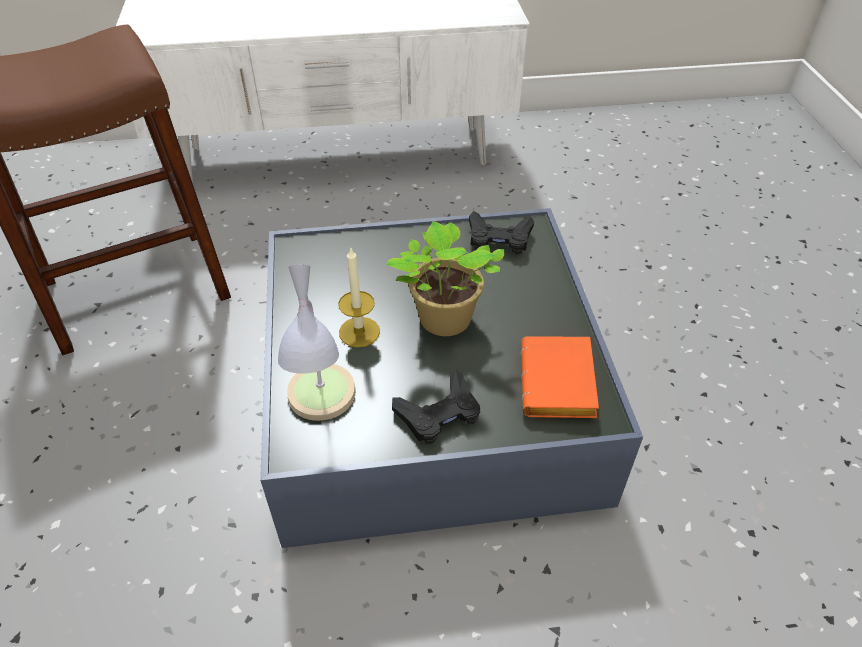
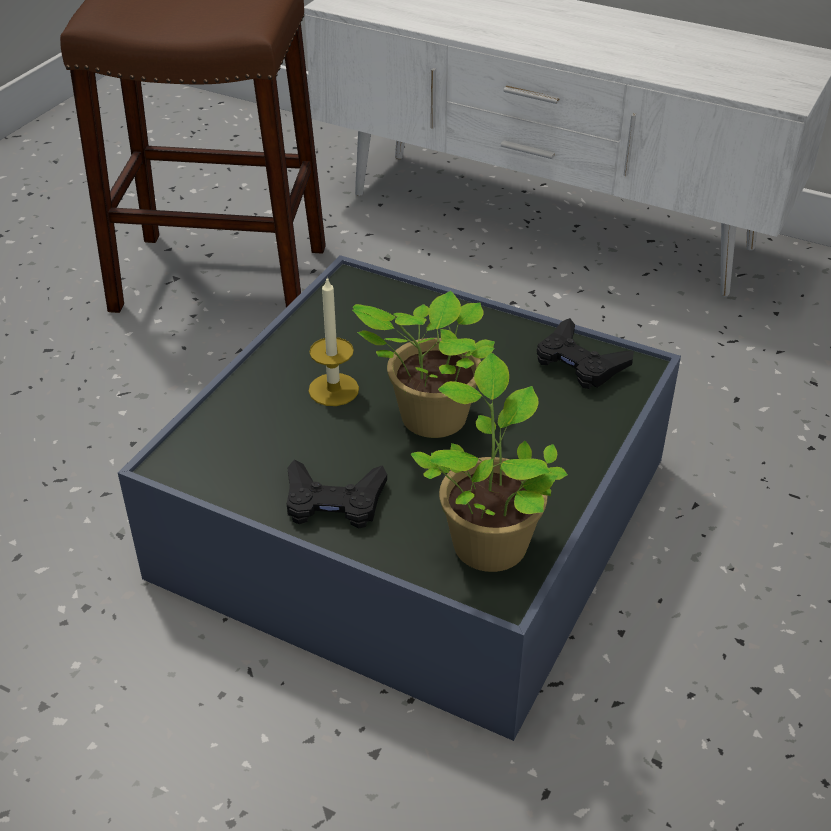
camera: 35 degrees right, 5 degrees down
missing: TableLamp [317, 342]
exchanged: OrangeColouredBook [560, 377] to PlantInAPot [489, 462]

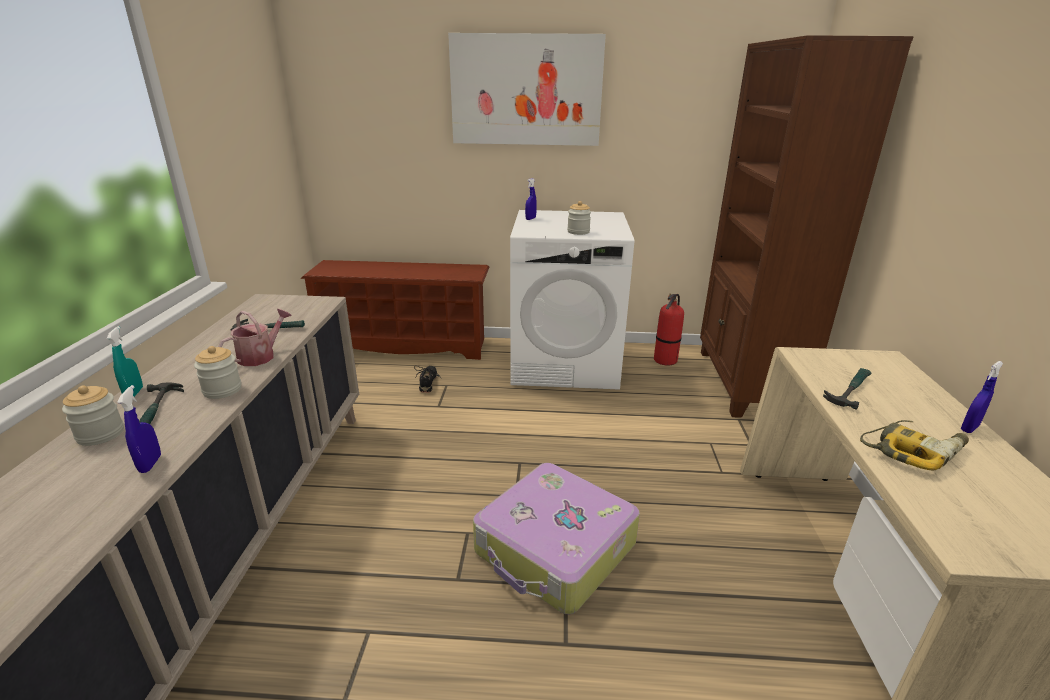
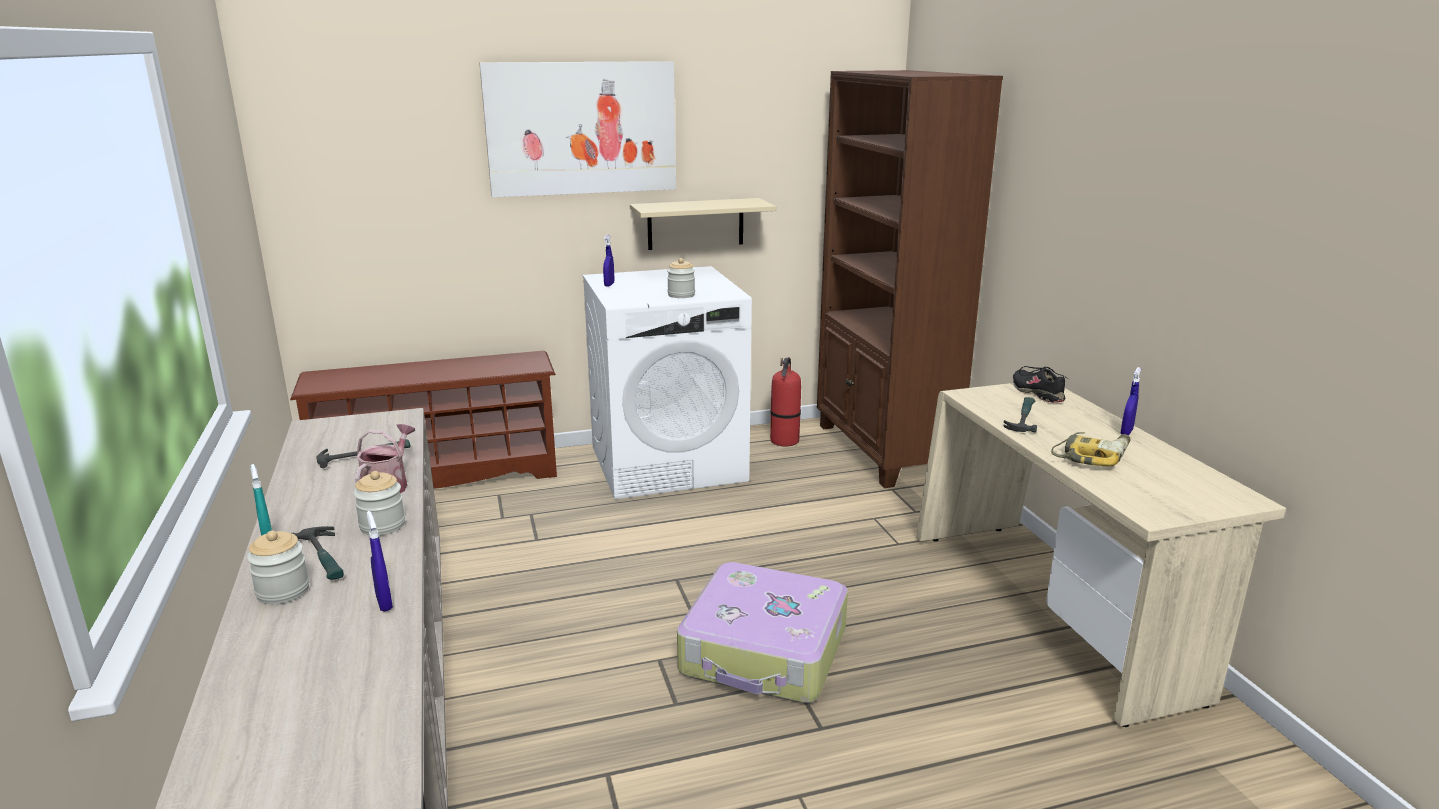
camera: 20 degrees left, 5 degrees down
appeared: BeigeWallShelf [703, 224]
relocated: BlackItemOfFootwear [427, 379] to [1040, 384]

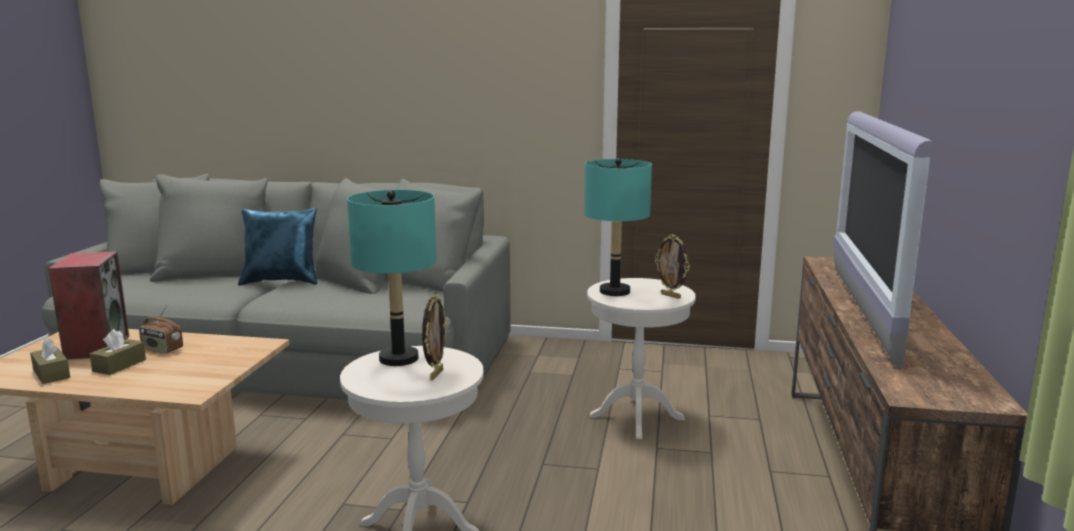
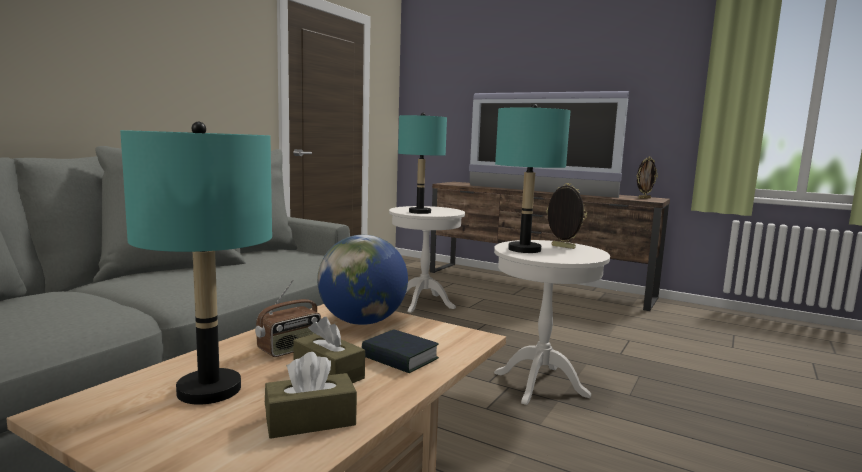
camera: 70 degrees left, 5 degrees down
missing: BluishCushion [277, 247]
appeared: WorldGlobe [362, 280]; Book [400, 351]
relocated: PictureFrame [672, 266] to [647, 177]
exchanged: Loudspeaker [88, 305] to BlueGreenTableLamp [196, 263]

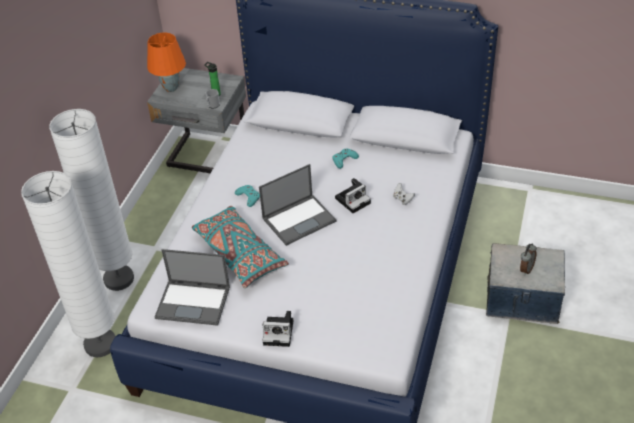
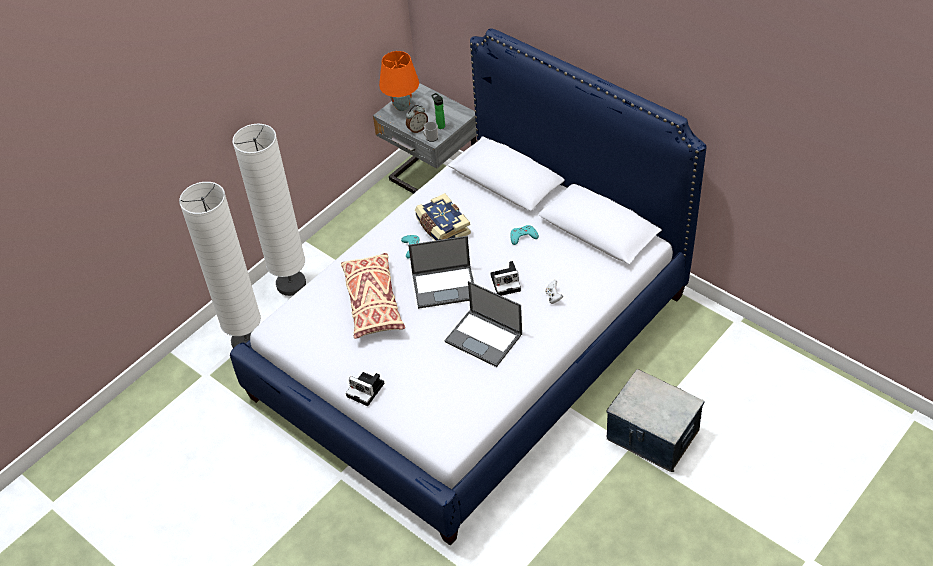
camera: 25 degrees right, 5 degrees up
appeared: Book [443, 217]
relocated: PortableComputer [192, 287] to [483, 324]; AlarmClock [528, 259] to [417, 119]
colour: BlueGreenCushion [240, 247] to BeigeCushion [373, 296]

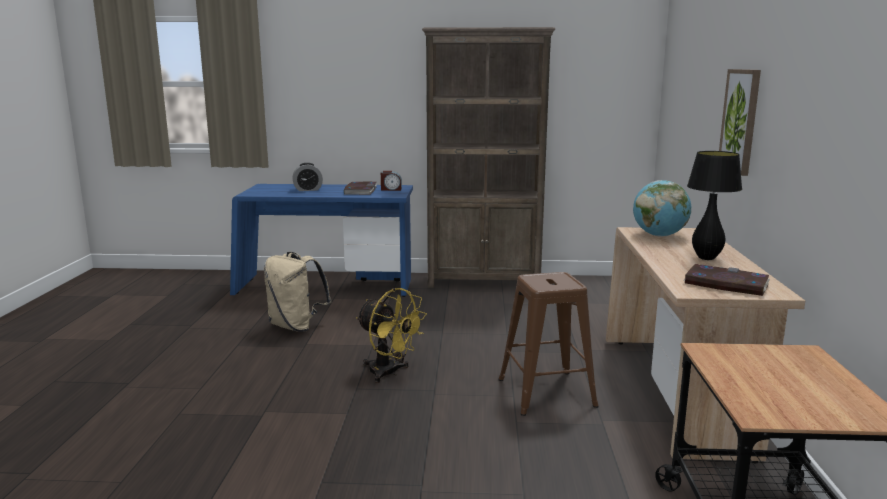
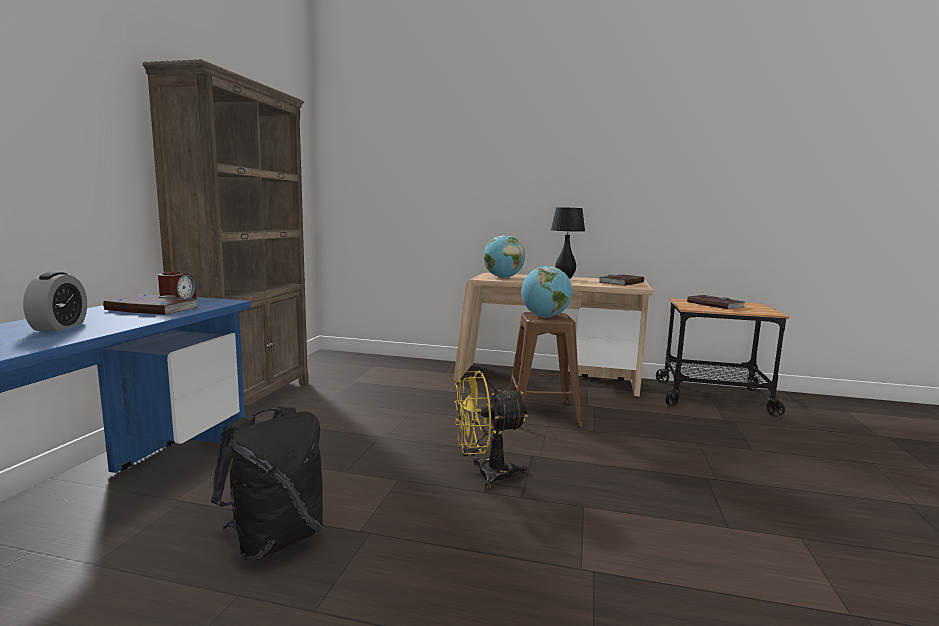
camera: 80 degrees left, 5 degrees down
missing: WallPicture [740, 122]
appeared: WorldGlobe [547, 292]; Book [716, 302]
colour: BeigeKnapsack [297, 292] to BlackKnapsack [267, 484]
spun: YellowCoolingFan [391, 335] = [491, 430] 150 degrees counterclockwise

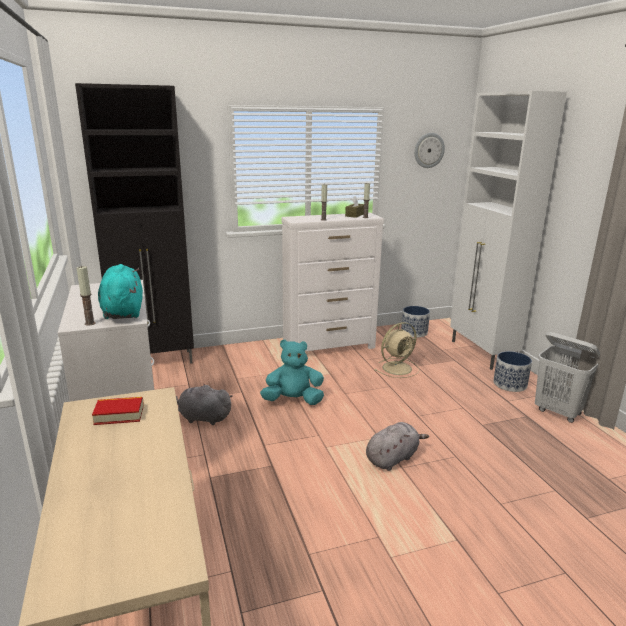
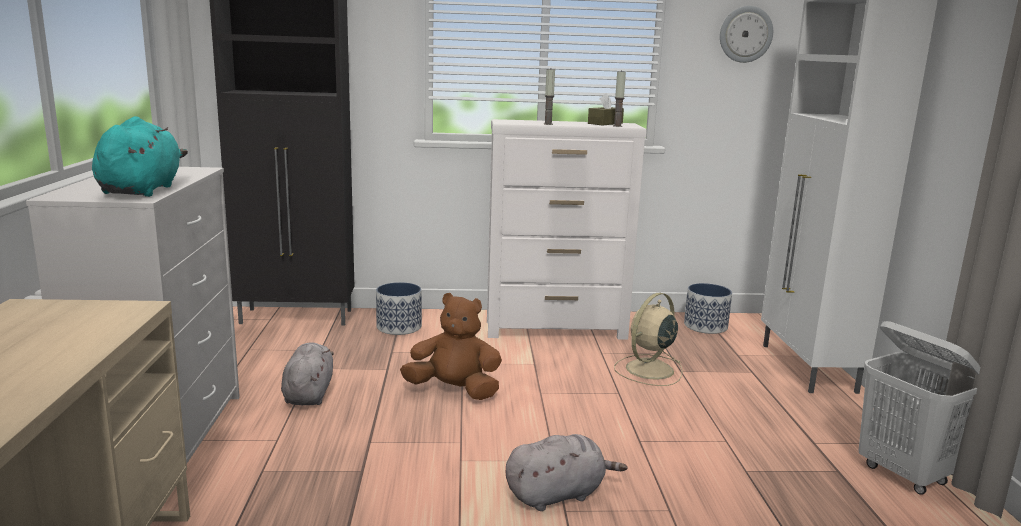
camera: 15 degrees right, 5 degrees down
missing: WaxCandle [86, 296]; Book [118, 411]
relocated: Planter [512, 371] to [399, 308]
colour: BlueGreenPlushToy [292, 372] to BrownColouredPlushToy [451, 346]
spun: GreyPlushToy [204, 404] = [307, 373] 60 degrees clockwise; BeigeCoolingFan [397, 350] = [648, 339] 150 degrees clockwise

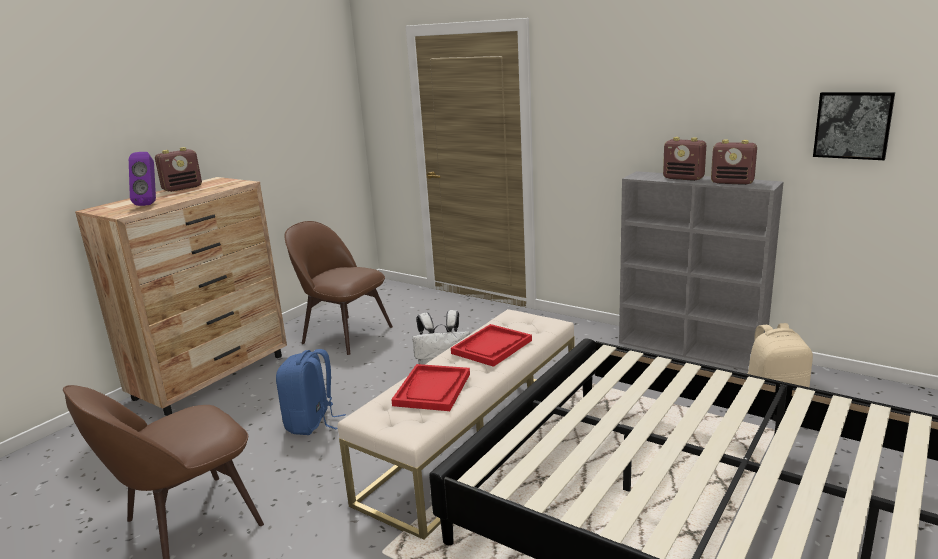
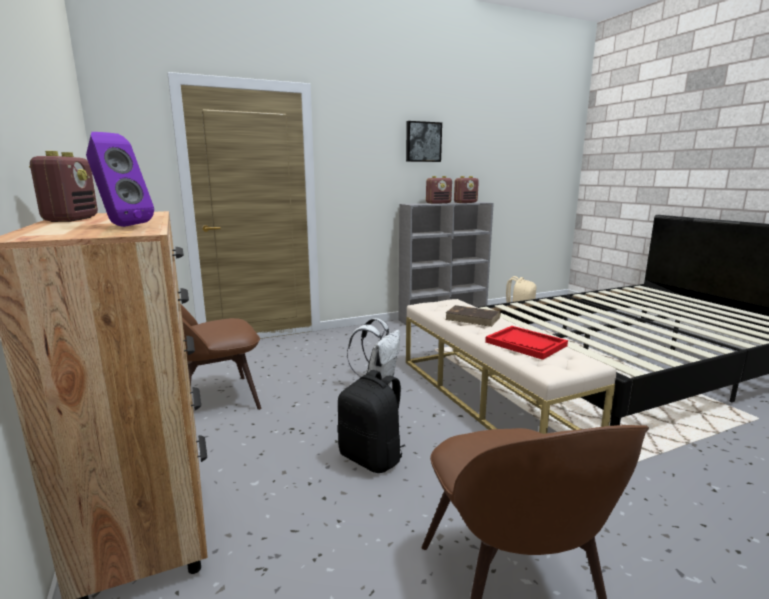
camera: 60 degrees left, 5 degrees down
relocated: WallPicture [854, 126] to [424, 141]
exchanged: ReddishServingTray [491, 345] to BrownColouredBook [473, 316]
colour: BluishKnapsack [311, 392] to BlackKnapsack [371, 421]

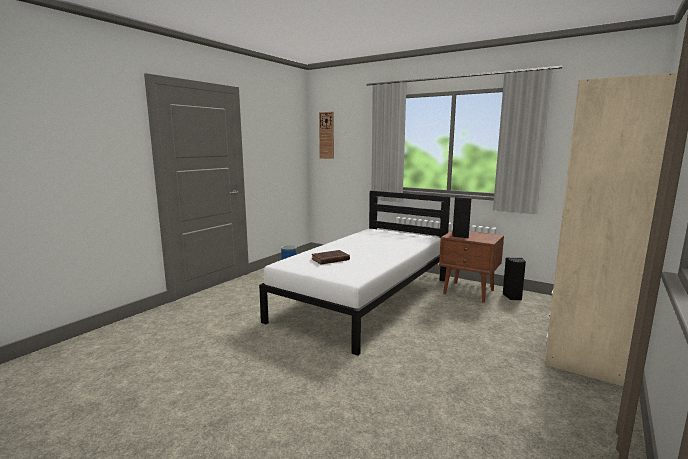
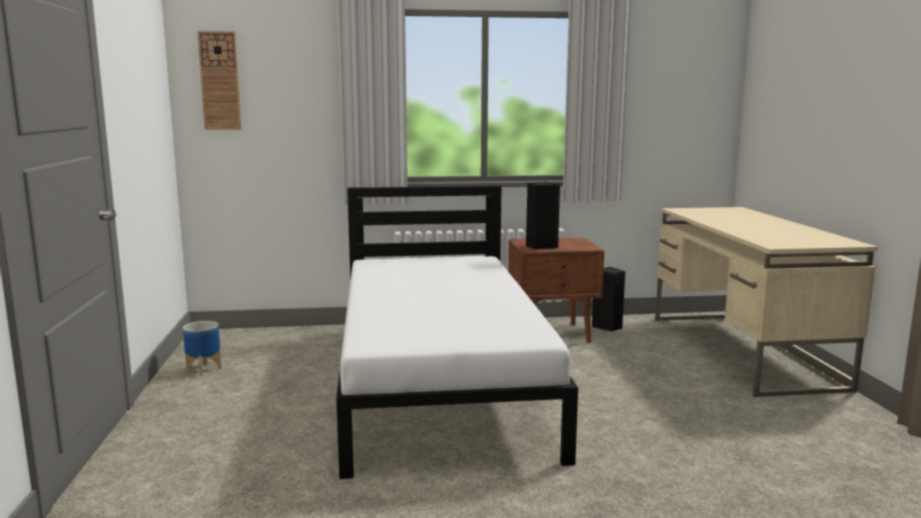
camera: 40 degrees left, 0 degrees up
missing: BrownColouredBook [331, 257]
exchanged: BeigeWardrobe [611, 229] to BeigeDeskTable [766, 302]

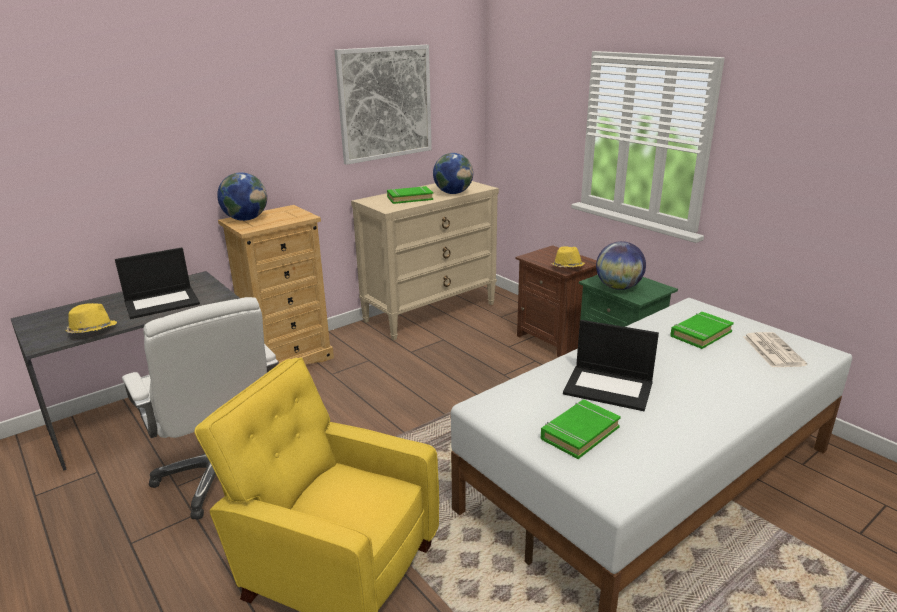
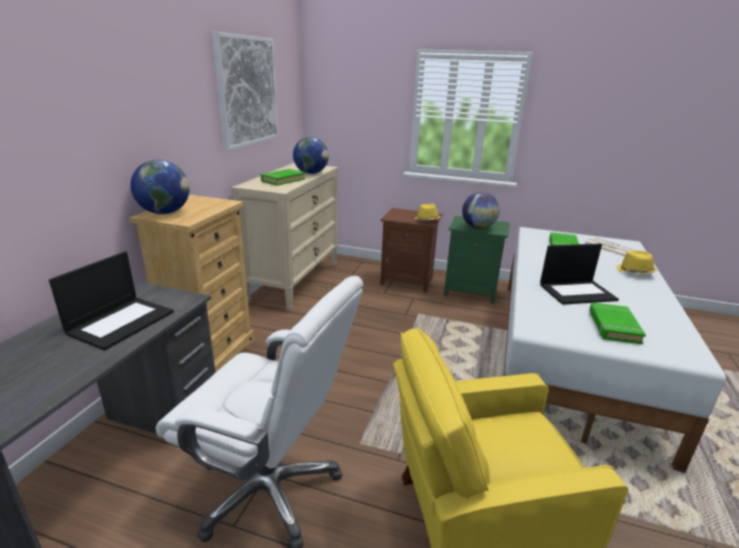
camera: 35 degrees left, 0 degrees up
relocated: YellowWearableHat [91, 318] to [636, 262]

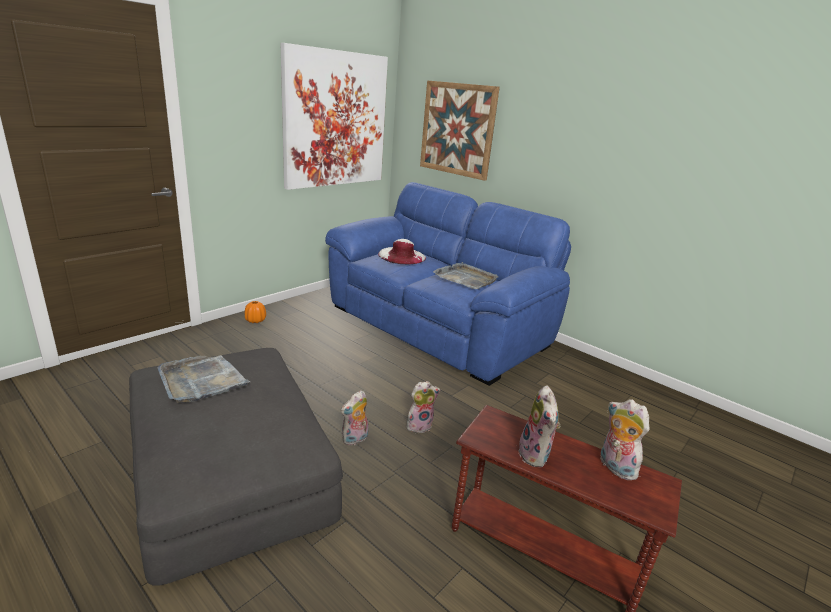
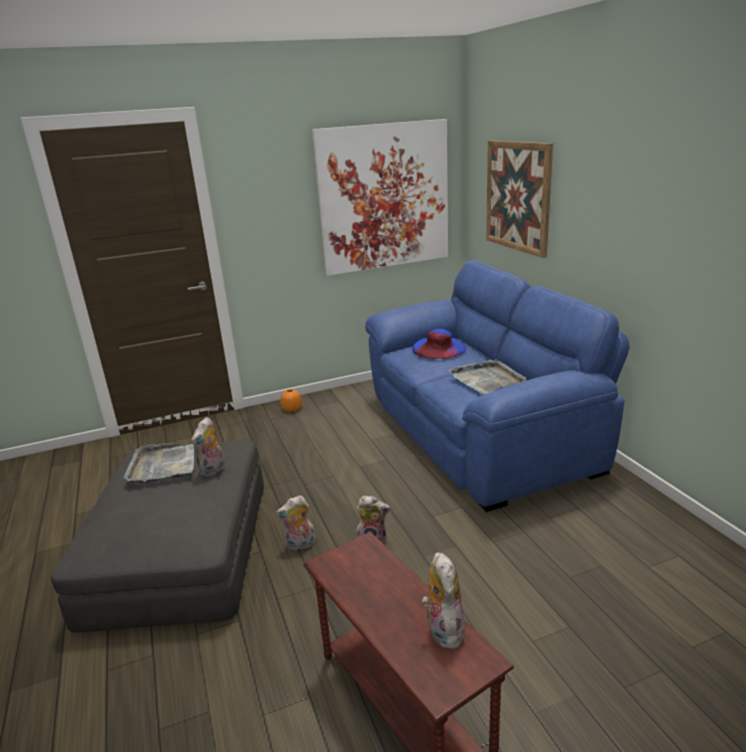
camera: 30 degrees right, 0 degrees up
relocated: PlushToy [539, 426] to [208, 447]
colour: WhiteWearableHat [402, 251] to BluishWearableHat [439, 344]

